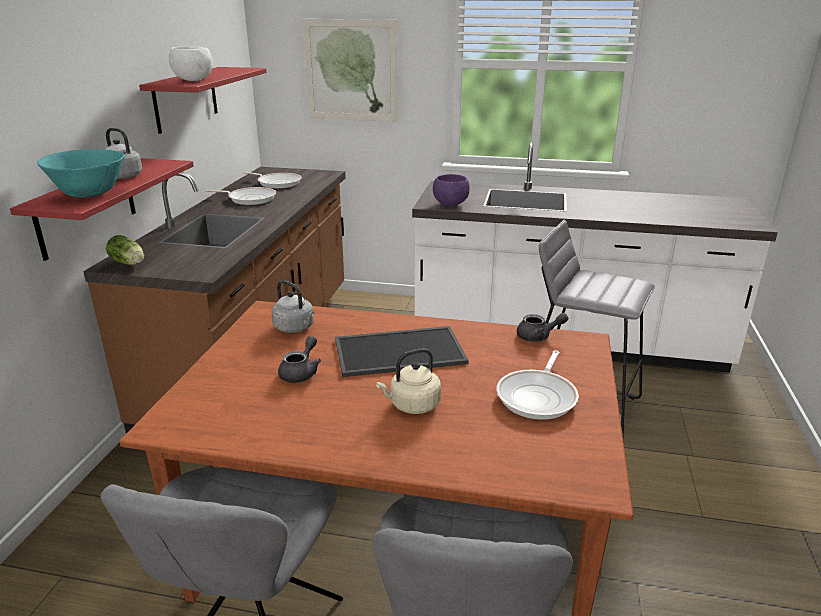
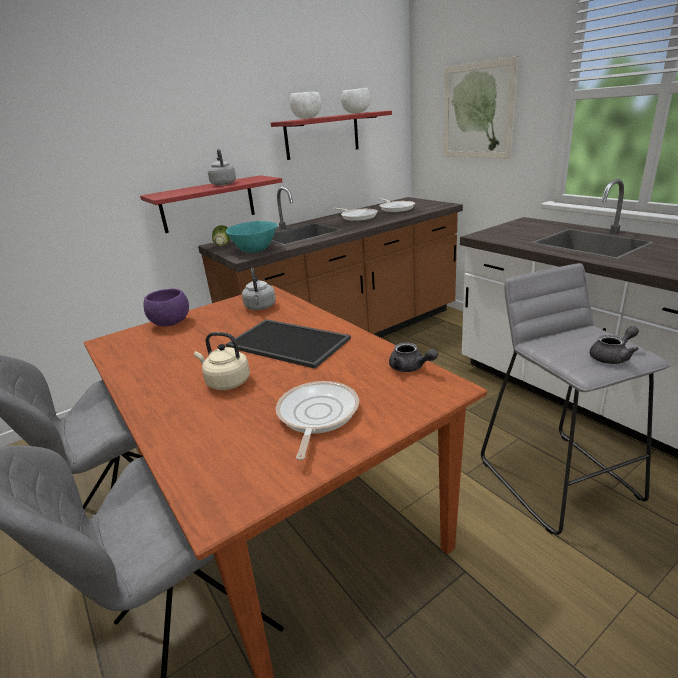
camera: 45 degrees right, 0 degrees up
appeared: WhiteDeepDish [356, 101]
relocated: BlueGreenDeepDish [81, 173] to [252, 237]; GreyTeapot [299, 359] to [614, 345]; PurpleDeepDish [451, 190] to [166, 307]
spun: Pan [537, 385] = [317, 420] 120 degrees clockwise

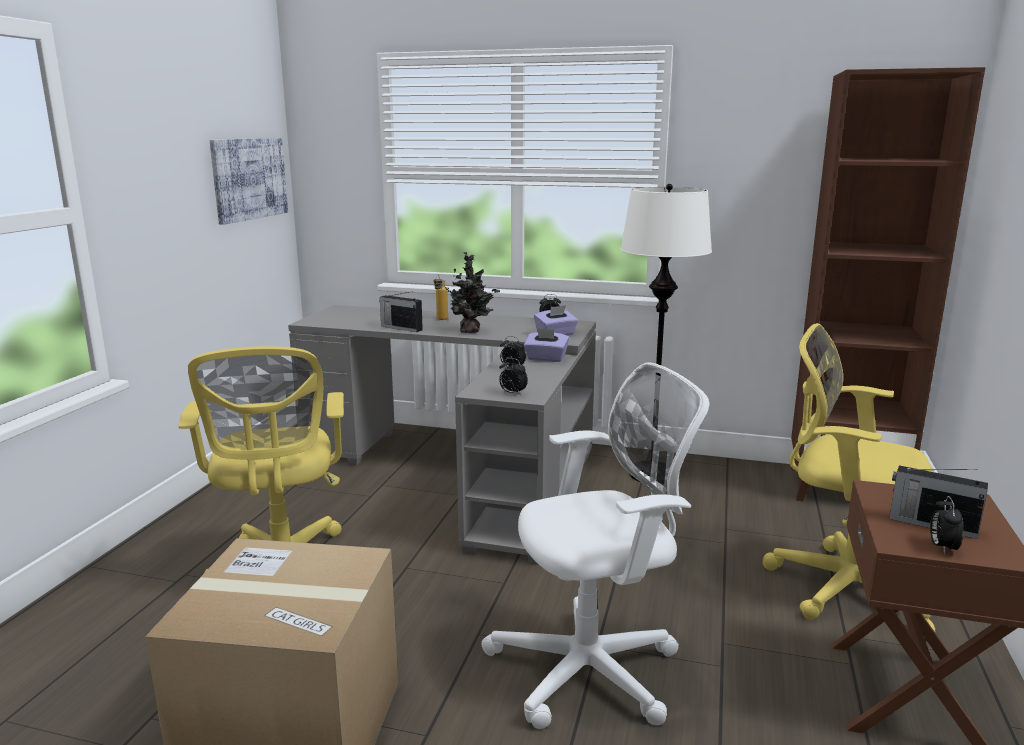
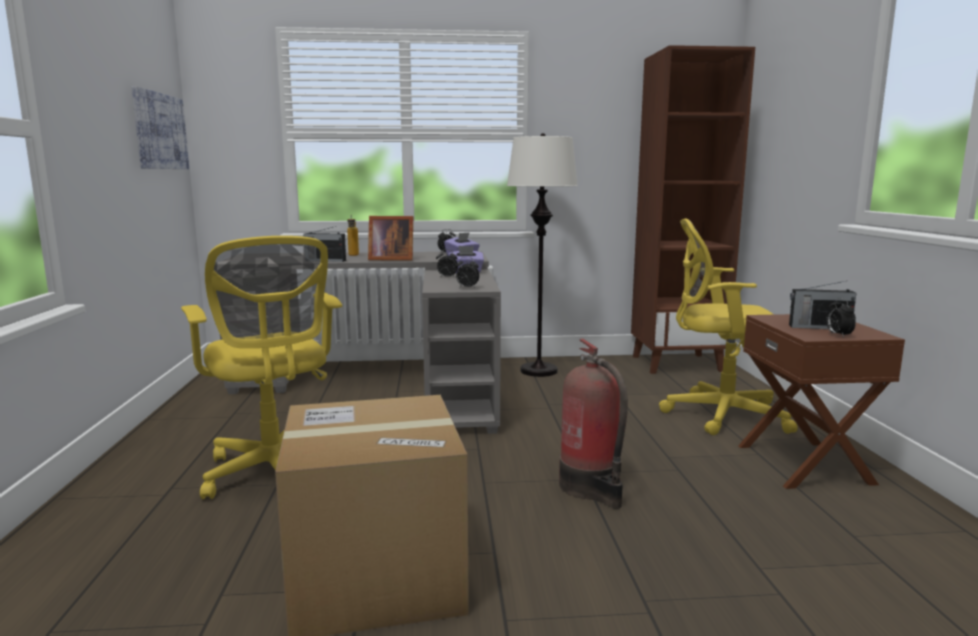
camera: 20 degrees left, 5 degrees down
exchanged: PlantInAPot [472, 292] to PictureFrame [390, 238]; WhiteDeskChair [595, 545] to Extinguisher [593, 424]

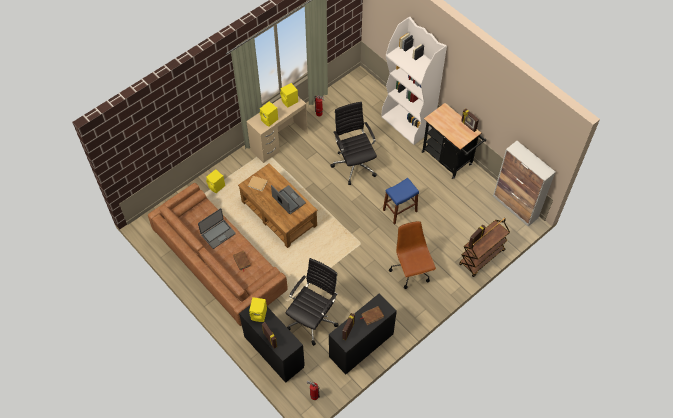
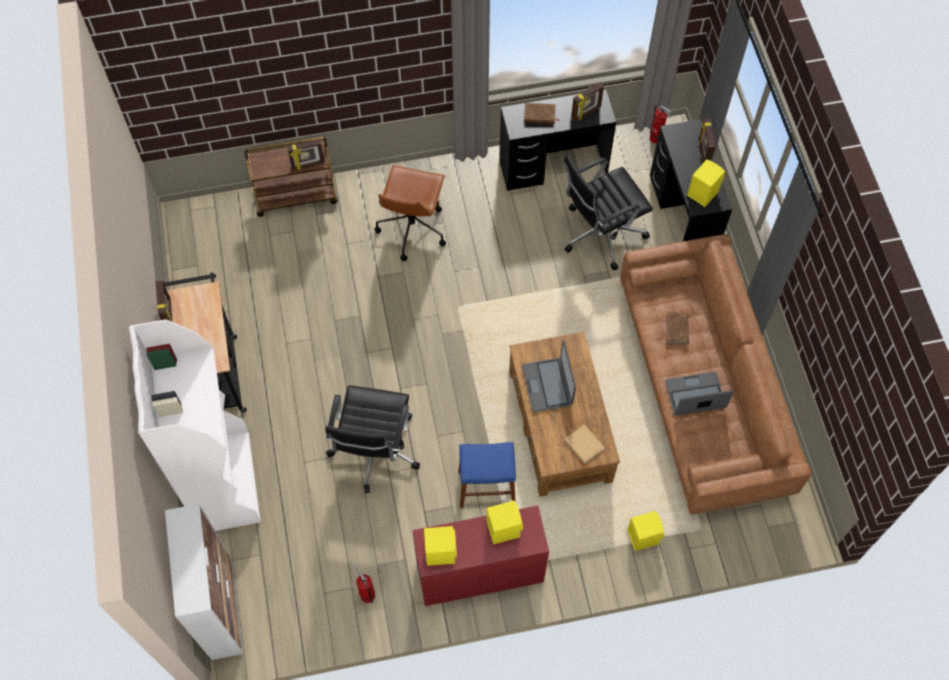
camera: 150 degrees left, 5 degrees up
relocated: BluishStool [401, 201] to [487, 475]; Cupboard [524, 184] to [204, 582]
colour: BeigeDeskTable [277, 129] to ReddishDeskTable [480, 556]

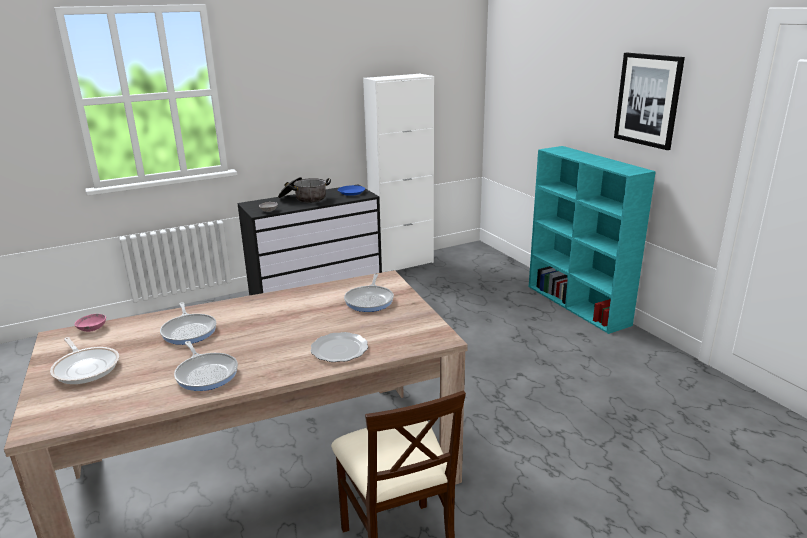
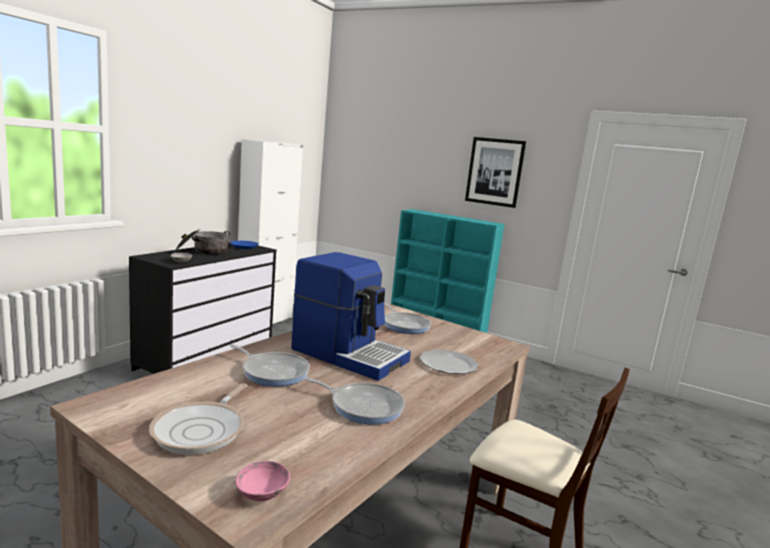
camera: 35 degrees left, 10 degrees down
appeared: CoffeeMachine [351, 316]
relocated: PinkDeepDish [90, 323] to [263, 481]
spun: Pan [84, 360] = [198, 419] 90 degrees clockwise

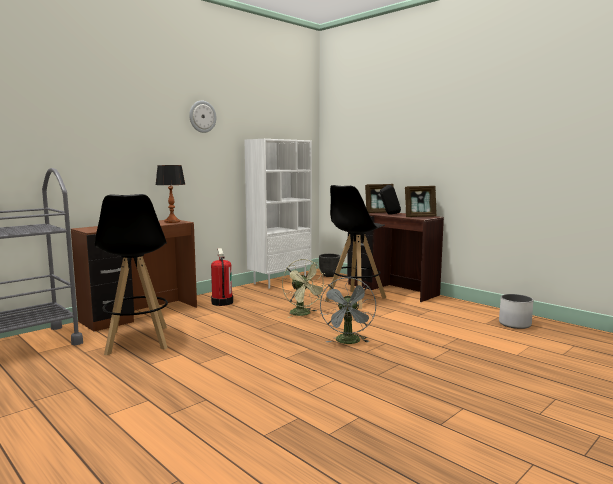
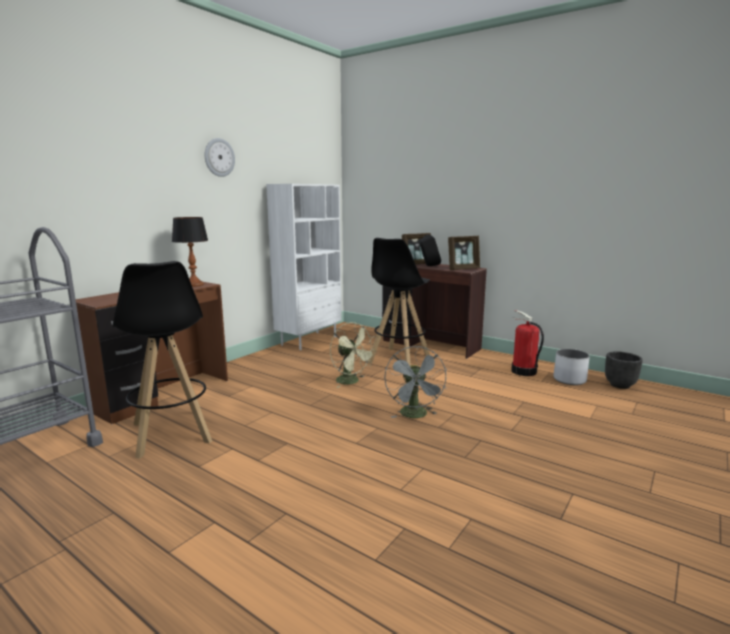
camera: 10 degrees left, 5 degrees up
relocated: Extinguisher [222, 277] to [527, 343]; BlackPlanter [329, 265] to [624, 370]

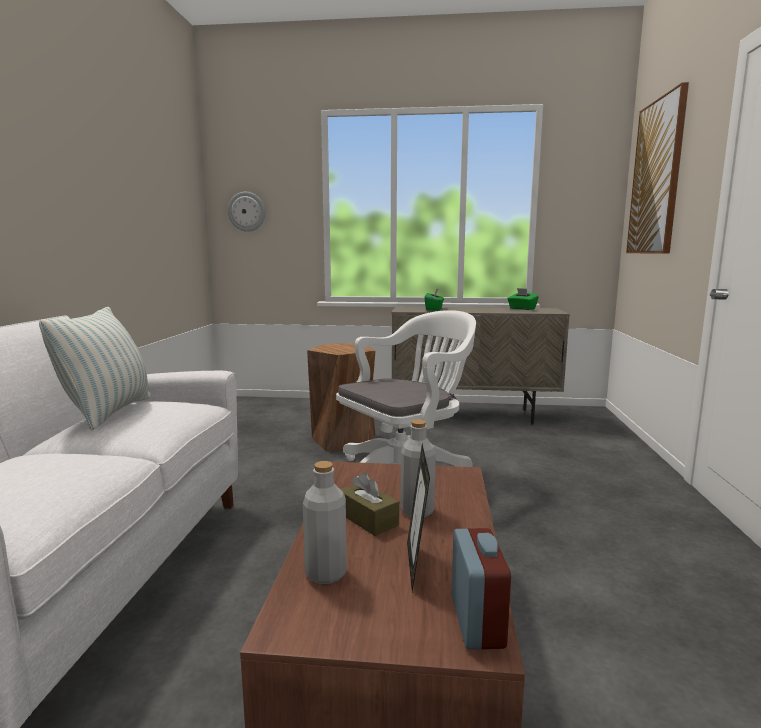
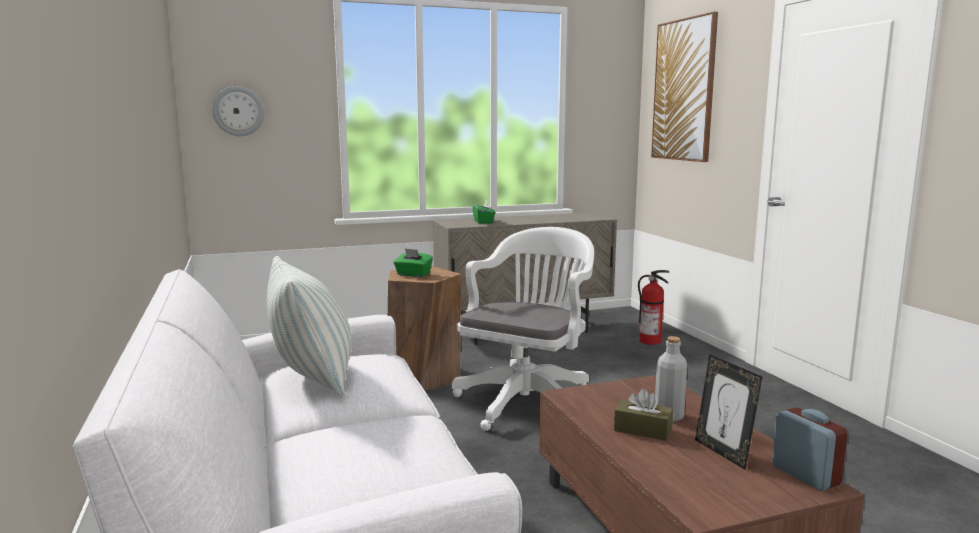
camera: 25 degrees left, 0 degrees up
missing: GreyBeverageBottle [325, 522]
appeared: Extinguisher [653, 307]
relocated: GreenColouredTissueBox [523, 299] to [413, 263]

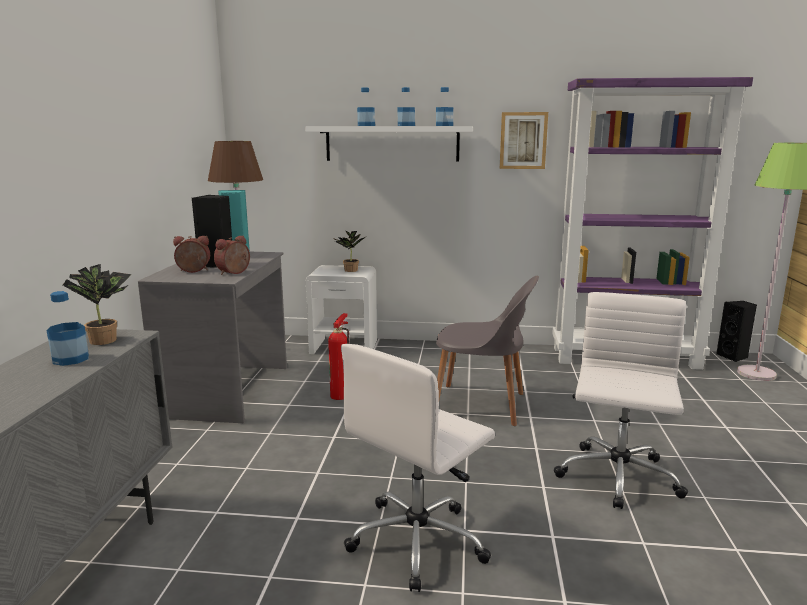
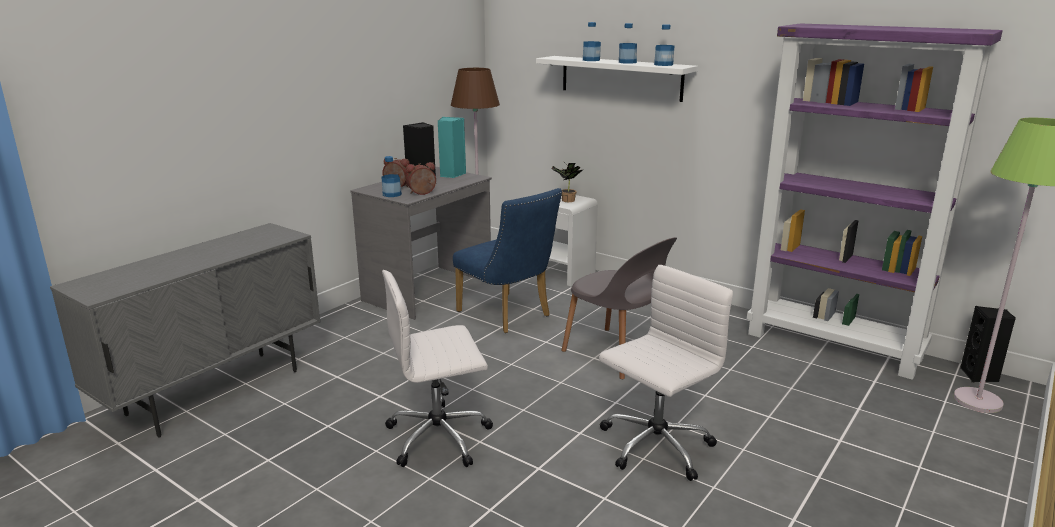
camera: 30 degrees right, 5 degrees up
missing: PlantInAPot [97, 304]; WallPicture [524, 140]
relocated: BeverageBottle [67, 328] to [391, 176]
exchanged: Extinguisher [338, 356] to BluishPlainChair [507, 260]

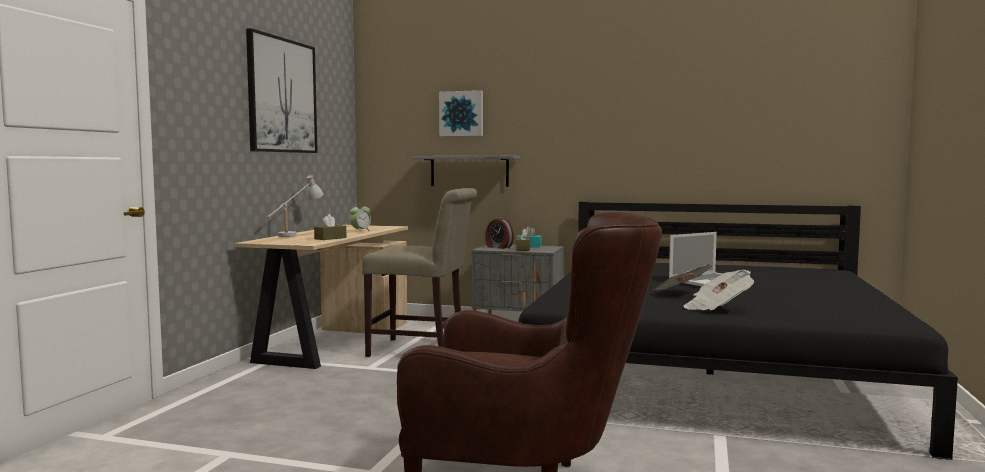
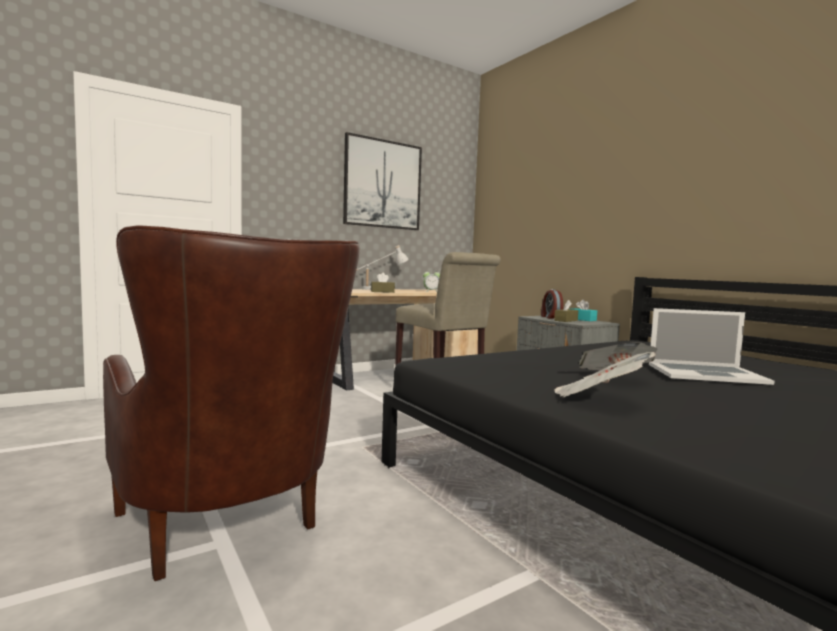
camera: 40 degrees right, 0 degrees up
missing: GreyWallShelf [465, 171]; WallPicture [461, 113]

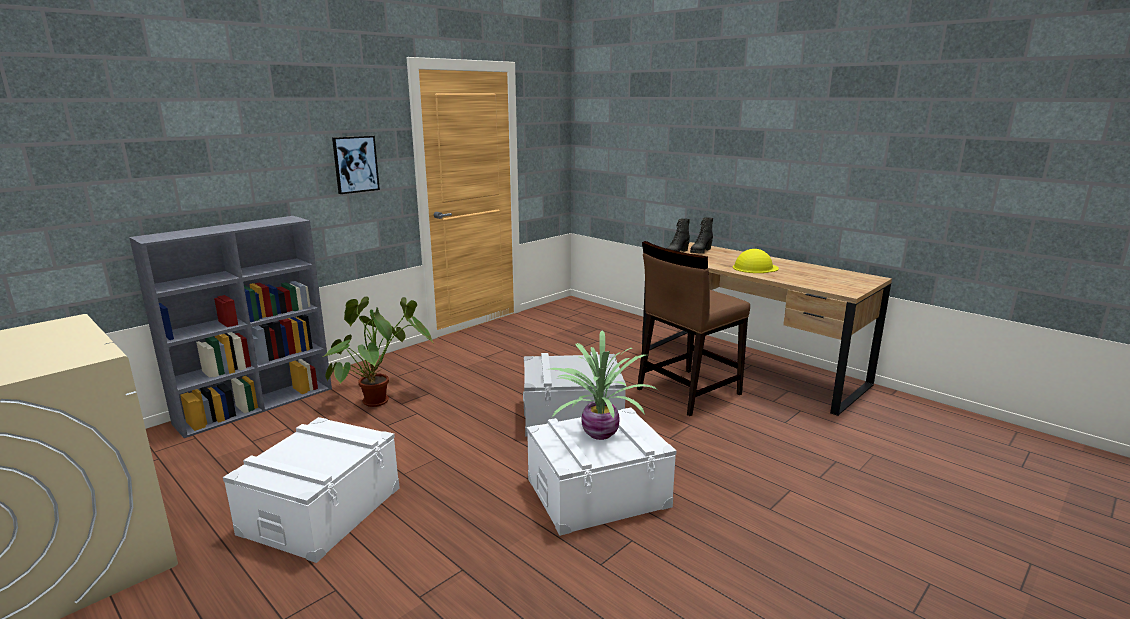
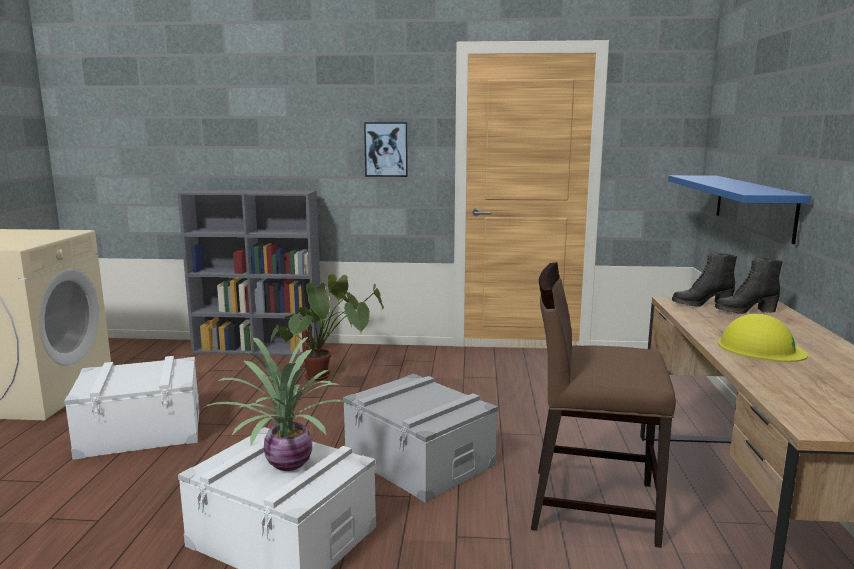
camera: 50 degrees right, 5 degrees down
appeared: BluishWallShelf [739, 209]

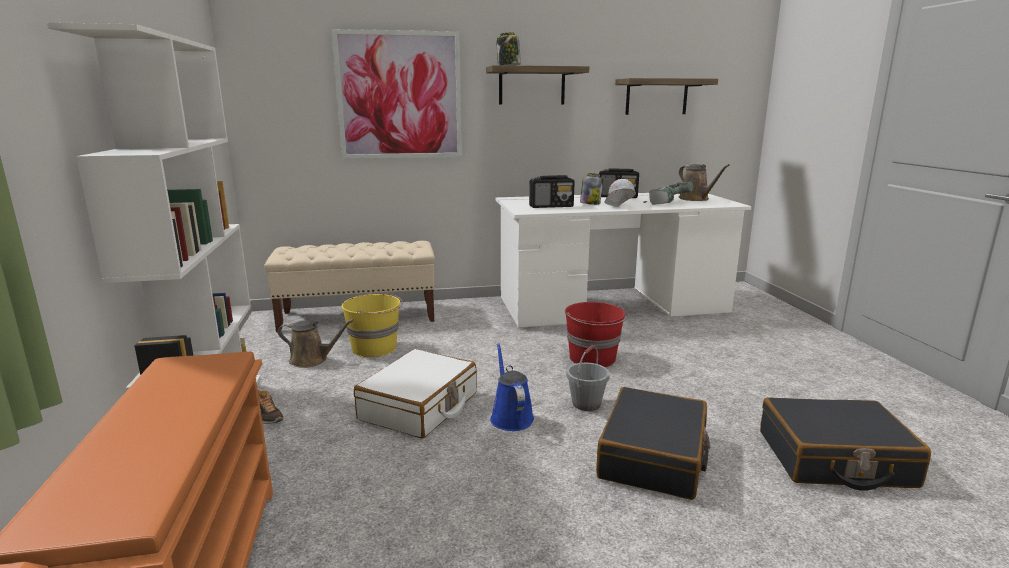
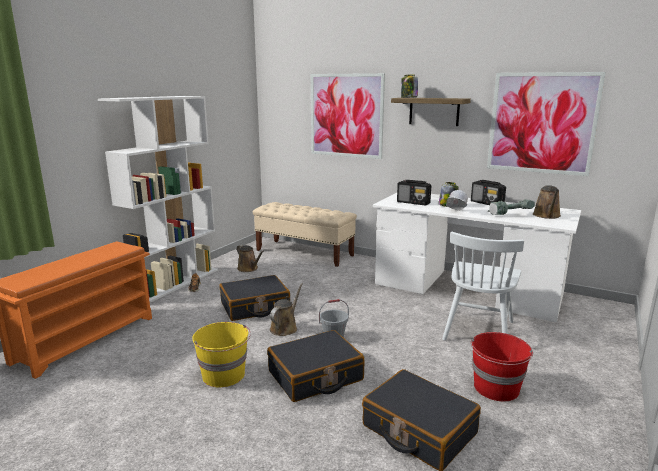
camera: 40 degrees right, 0 degrees up
appeared: WhitePlainChair [483, 286]
relocated: YellowWaterBucket [372, 324] to [221, 354]; ReddishWaterBucket [596, 334] to [502, 366]
exchanged: WallShelf [666, 96] to WallPicture [546, 124]
colour: WhitePieceOfLuggage [415, 394] to BlackPieceOfLuggage [254, 298]; BluishWateringCan [512, 387] to BrownColouredWateringCan [286, 309]

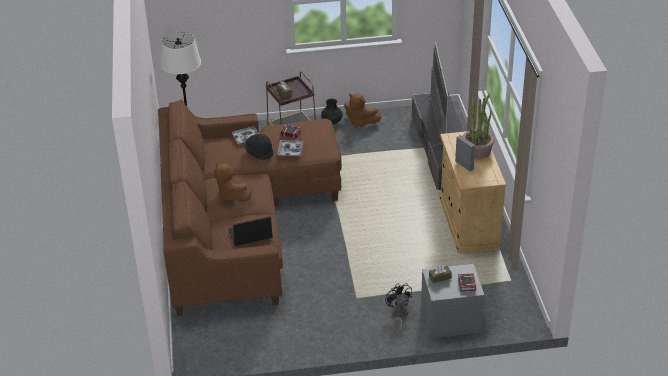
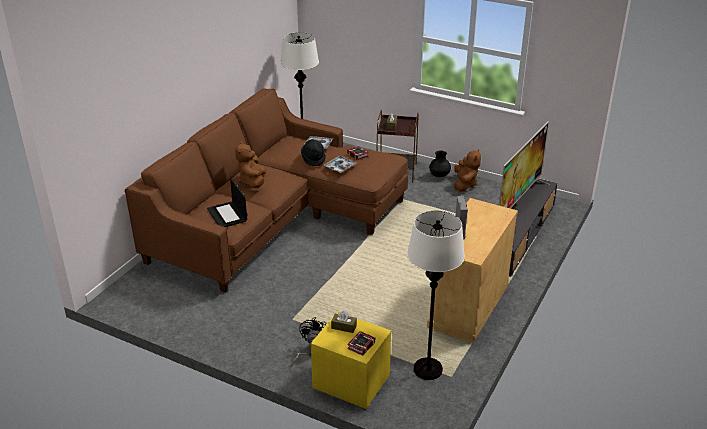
camera: 35 degrees right, 5 degrees down
missing: PlantInAPot [479, 126]
appeared: WhiteStandardLamp [436, 295]
colour: GreyNightstand [453, 301] to YellowNightstand [351, 360]
spun: PortableComputer [250, 231] = [227, 203] 135 degrees counterclockwise; BrownColouredPlushToy [363, 111] = [467, 170] 150 degrees counterclockwise

